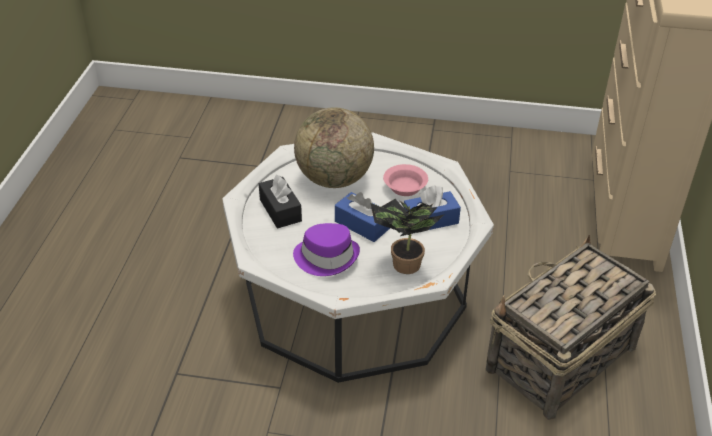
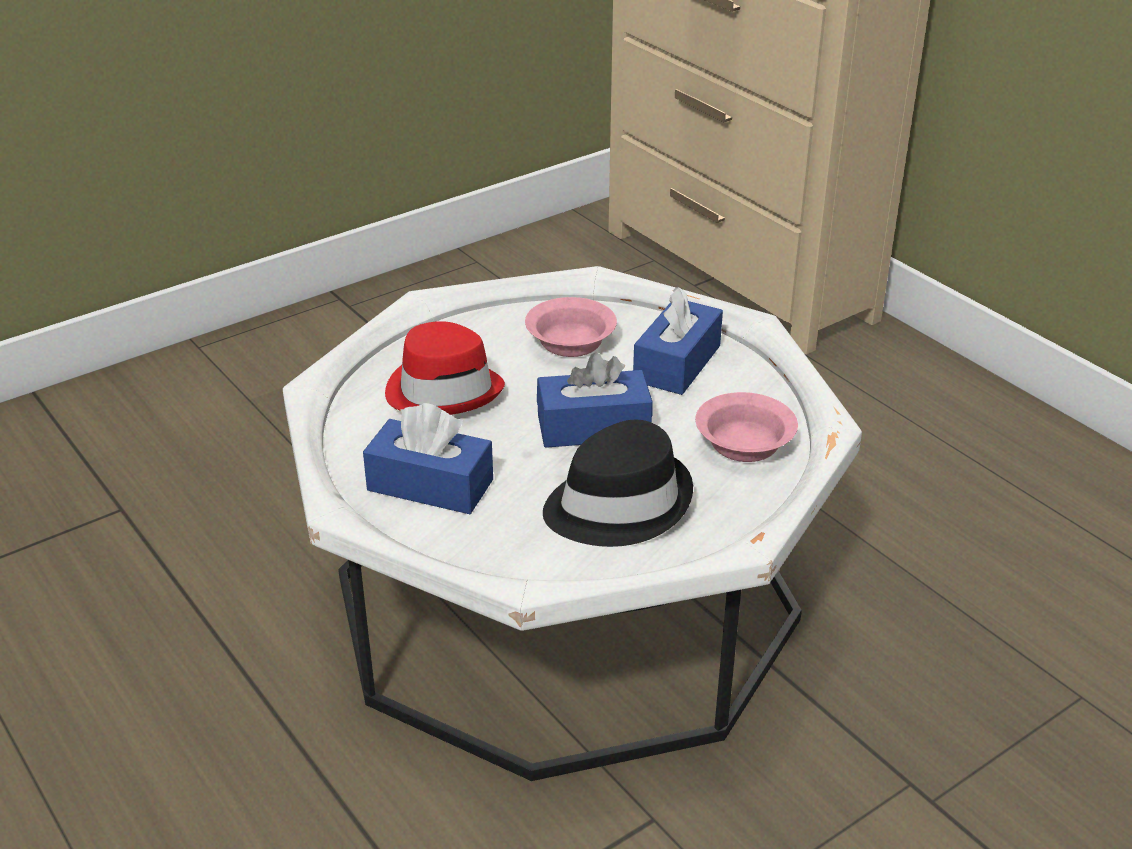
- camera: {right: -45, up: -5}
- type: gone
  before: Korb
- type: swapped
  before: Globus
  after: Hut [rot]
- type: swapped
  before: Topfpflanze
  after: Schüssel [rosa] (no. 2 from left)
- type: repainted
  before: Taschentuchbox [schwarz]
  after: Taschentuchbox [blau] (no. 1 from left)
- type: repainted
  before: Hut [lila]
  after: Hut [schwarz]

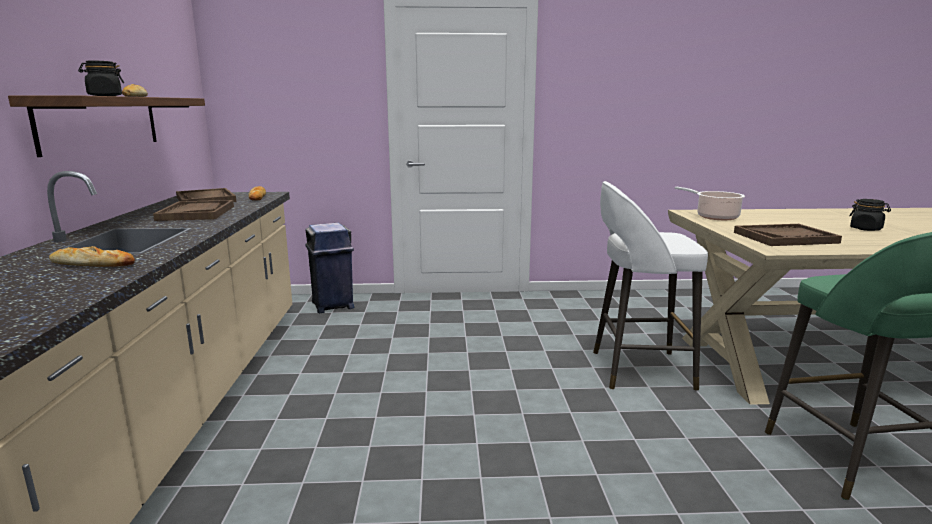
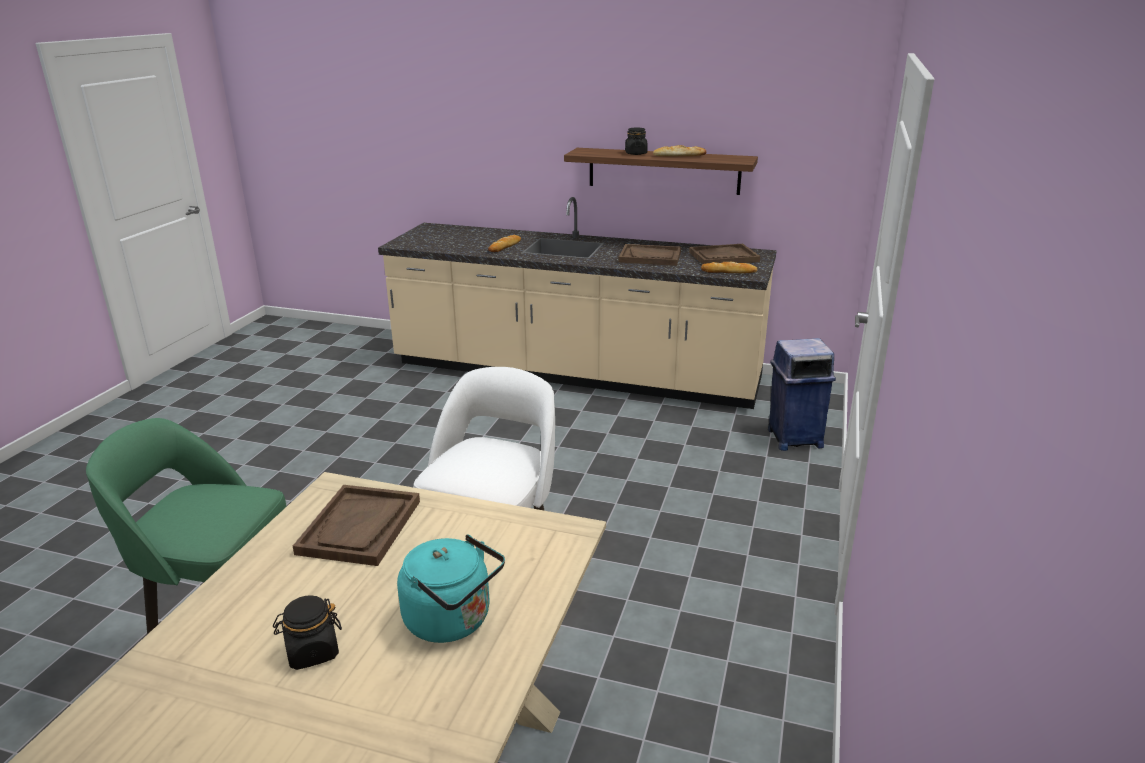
- camera: {right: 110, up: 10}
- type: gone
  before: Kochtopf
- type: new
  after: Wasserkessel [türkis]

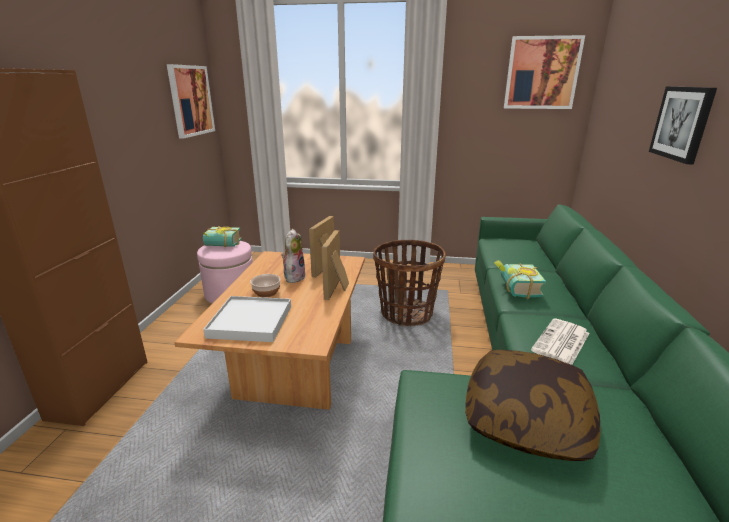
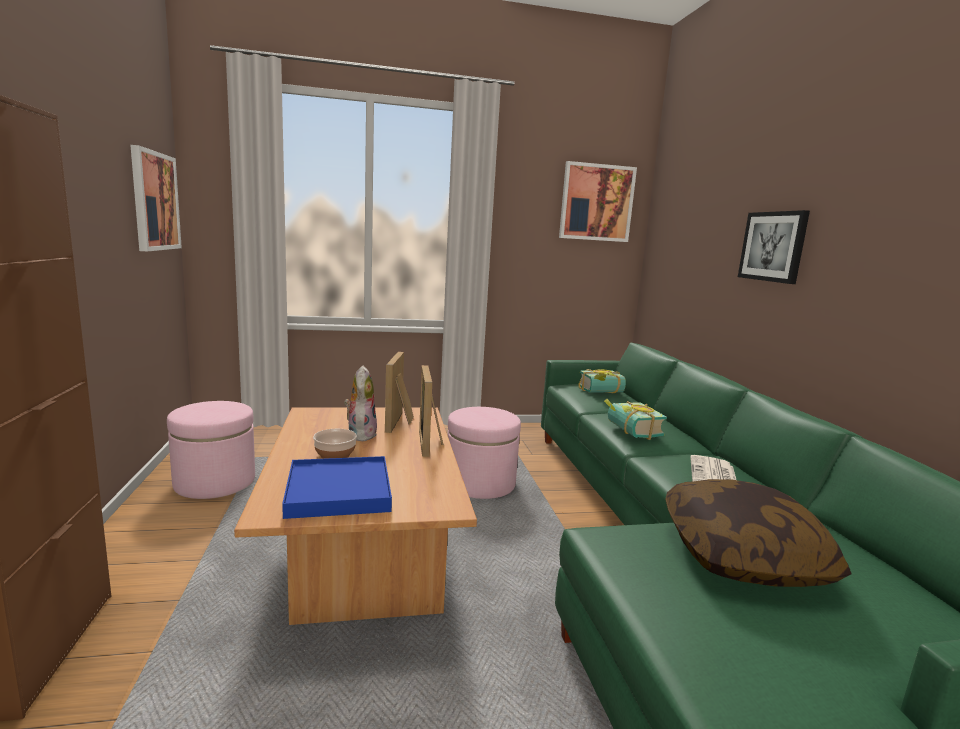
- camera: {right: -20, up: -10}
- type: shifted
  before: Buch (no. 1 from left)
- type: swapped
  before: Korb
  after: Polsterhocker [rosa] (no. 2 from left)
- type: repainted
  before: Tablett [weiß]
  after: Tablett [blau]

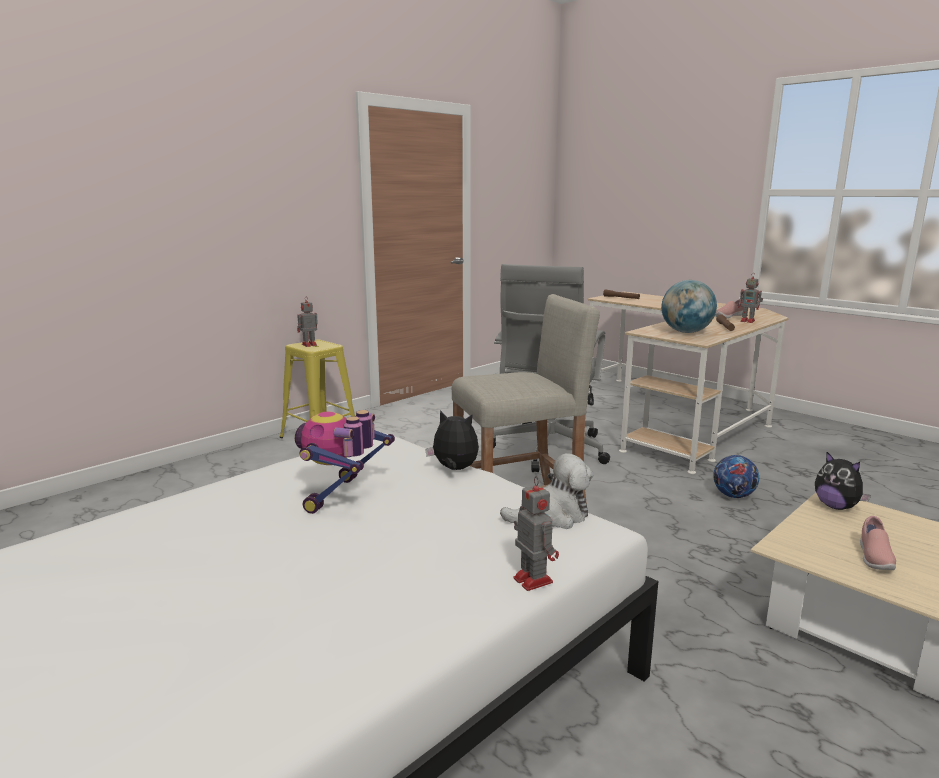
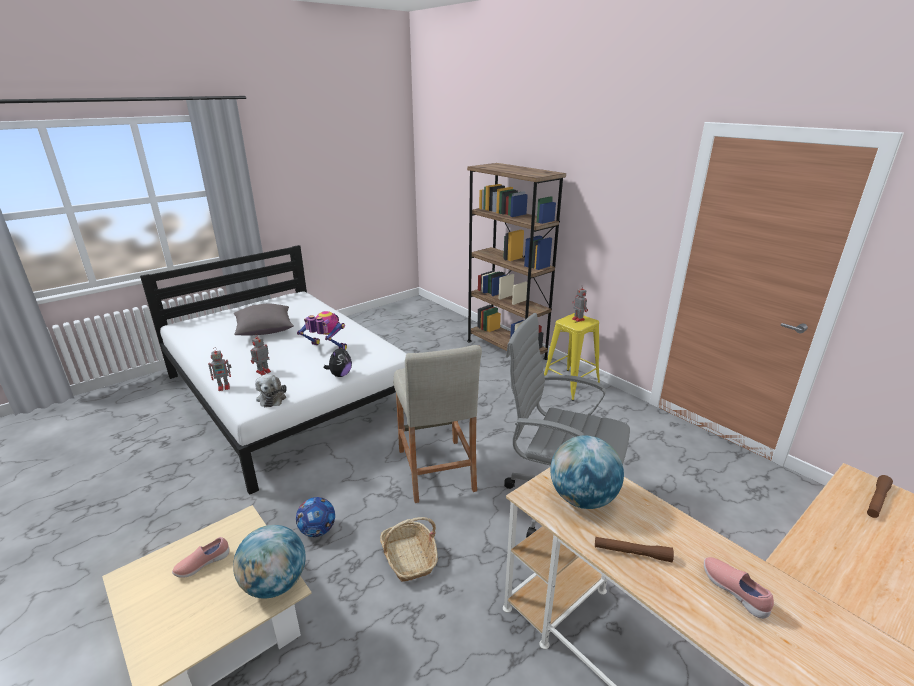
- camera: {right: 95, up: 10}
- type: new
  after: Kissen [grau]
- type: new
  after: Korb
- type: new
  after: Bücherregal [braun]
- type: shifted
  before: Fußball
- type: shifted
  before: Spielzeugroboter (no. 4 from left in the first image)
  after: Spielzeugroboter (no. 2 from left)
- type: swapped
  before: Plüschtier (no. 3 from left)
  after: Globus (no. 1 from left)
- type: rotated
  before: Schuh [rosa] (no. 2 from left in the first image)
  turn: -60

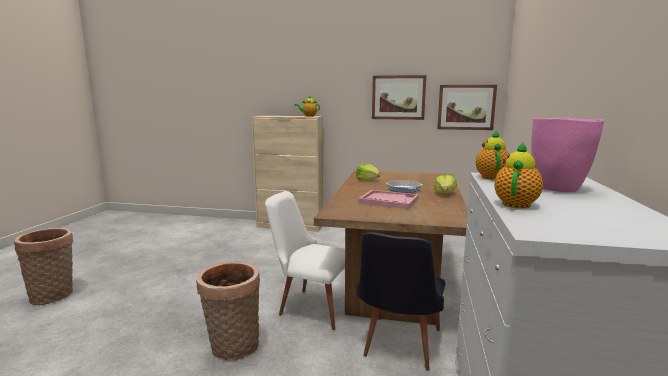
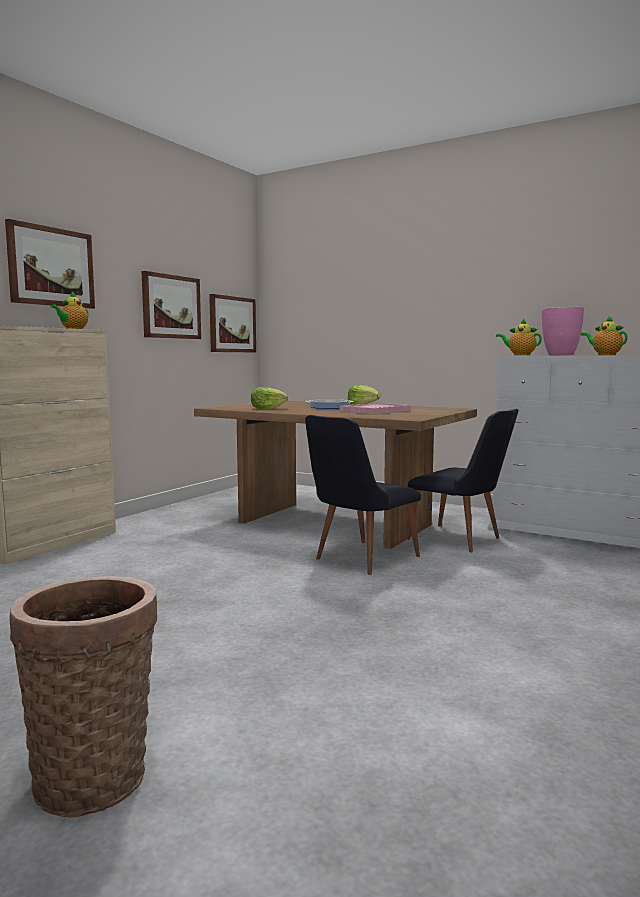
- camera: {right: -70, up: -5}
- type: gone
  before: Korb (no. 2 from left)
- type: new
  after: Bild (no. 1 from left)
- type: repainted
  before: Stuhl [weiß]
  after: Stuhl [schwarz] (no. 1 from left)

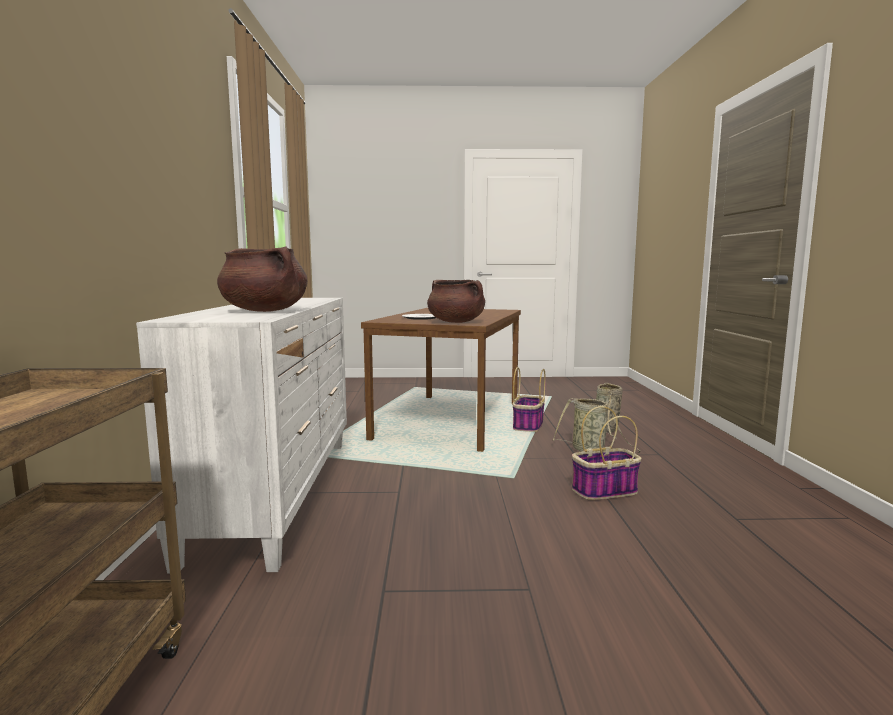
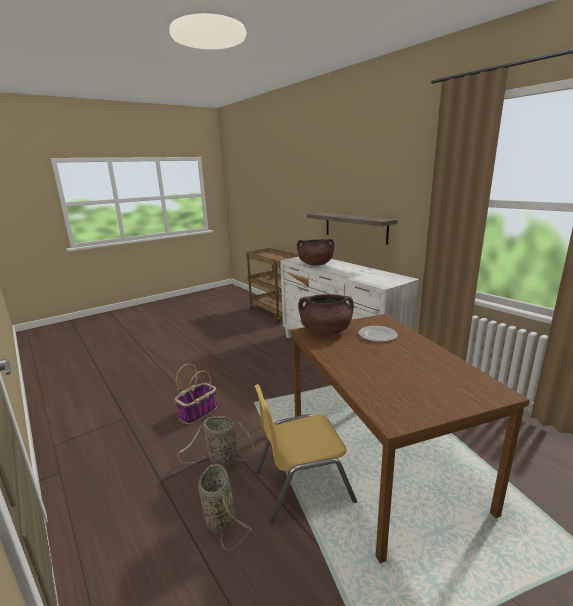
- camera: {right: 145, up: 10}
- type: new
  after: Wandregal
- type: swapped
  before: Korb (no. 1 from left)
  after: Stuhl [gelb]

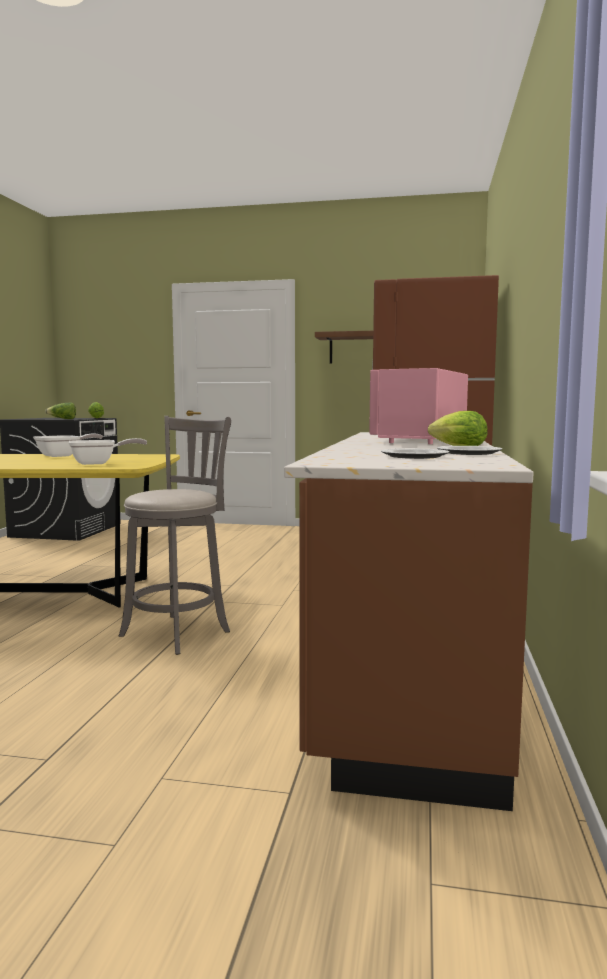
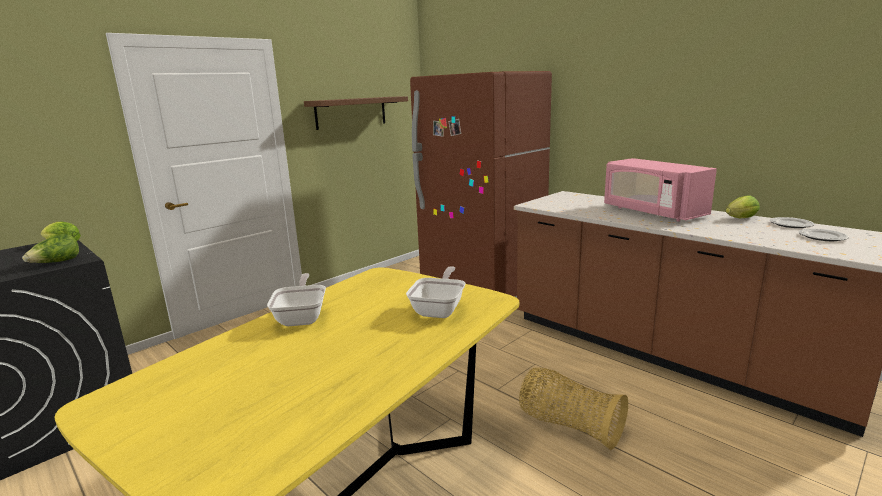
- camera: {right: -55, up: 10}
- type: swapped
  before: Hocker [grau]
  after: Korb

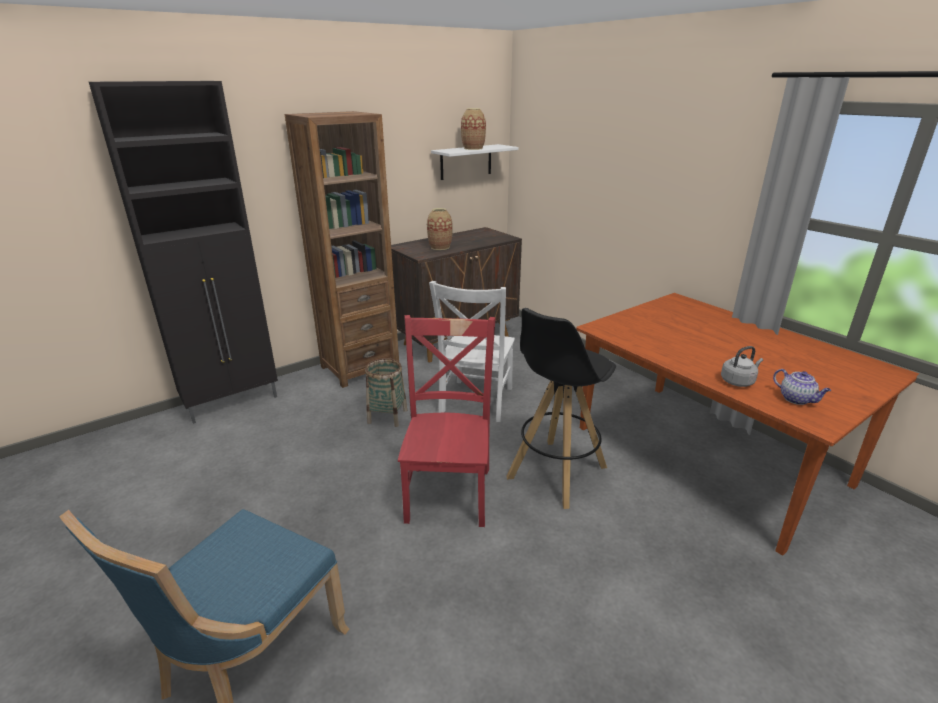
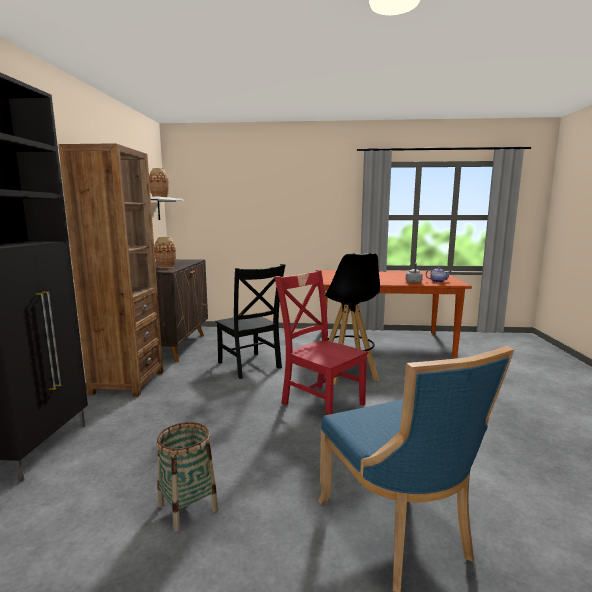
- camera: {right: -50, up: -15}
- type: shifted
  before: Korb
- type: repainted
  before: Stuhl [weiß]
  after: Stuhl [schwarz]

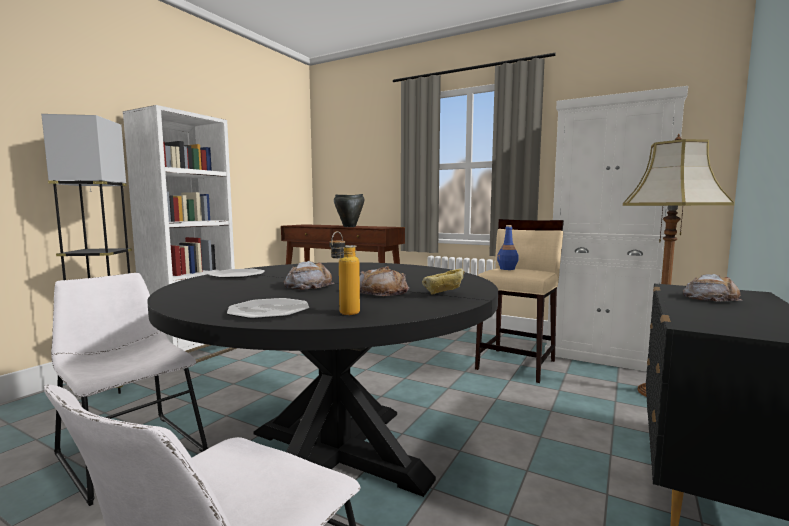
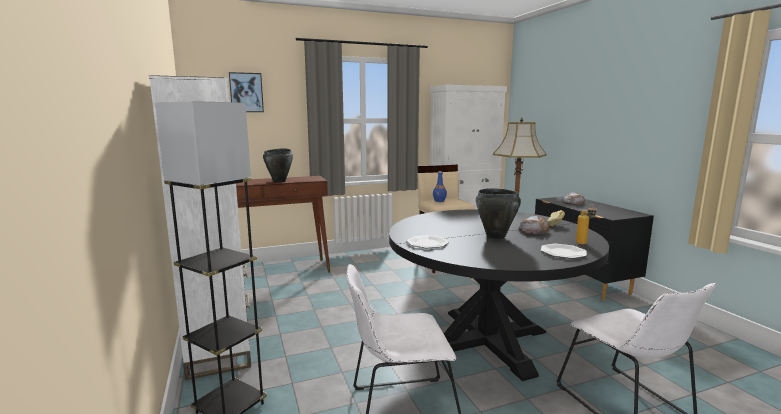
- camera: {right: -50, up: 5}
- type: new
  after: Bild
- type: swapped
  before: Brot (no. 1 from left)
  after: Kochtopf [schwarz] (no. 2 from left)

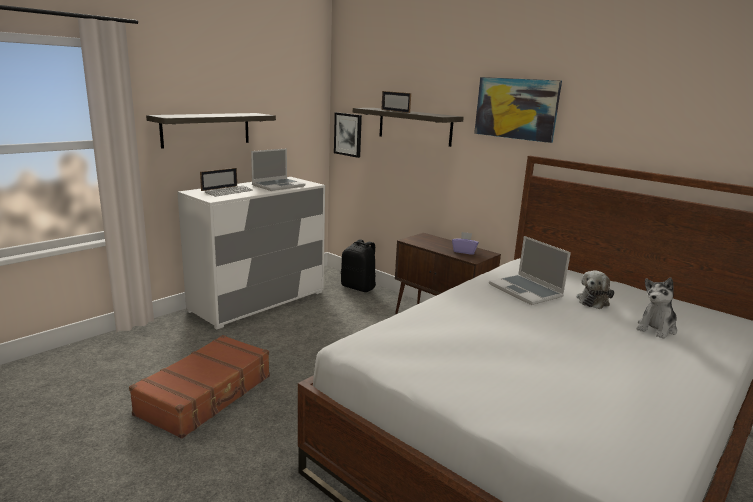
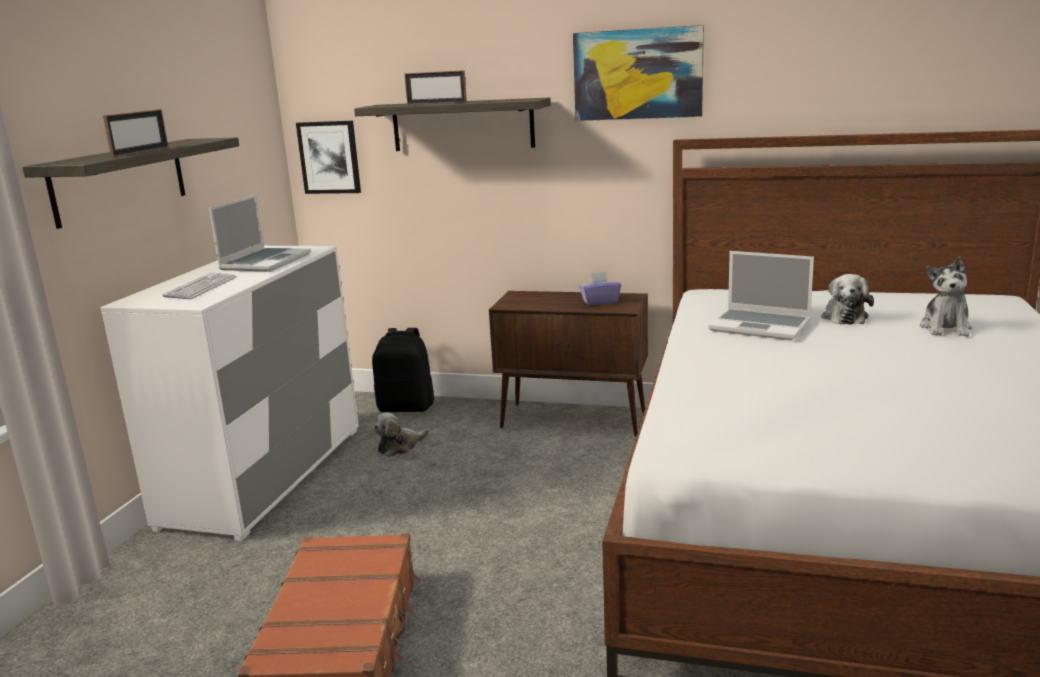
- camera: {right: -25, up: 0}
- type: new
  after: Plüschtier (no. 1 from left)
- type: shifted
  before: Bilderrahmen (no. 1 from left)

